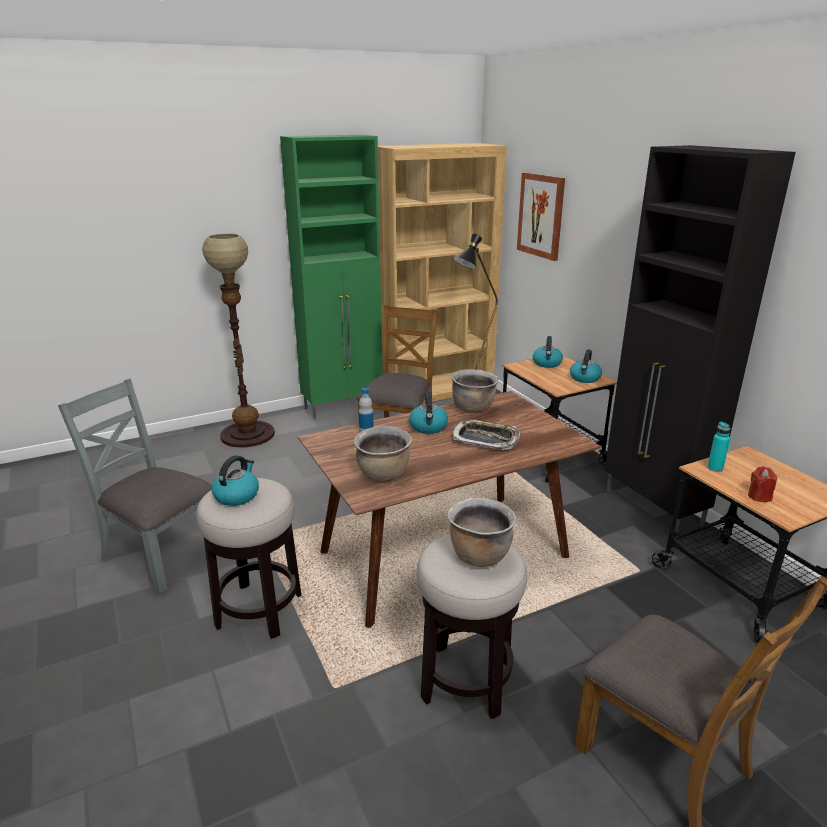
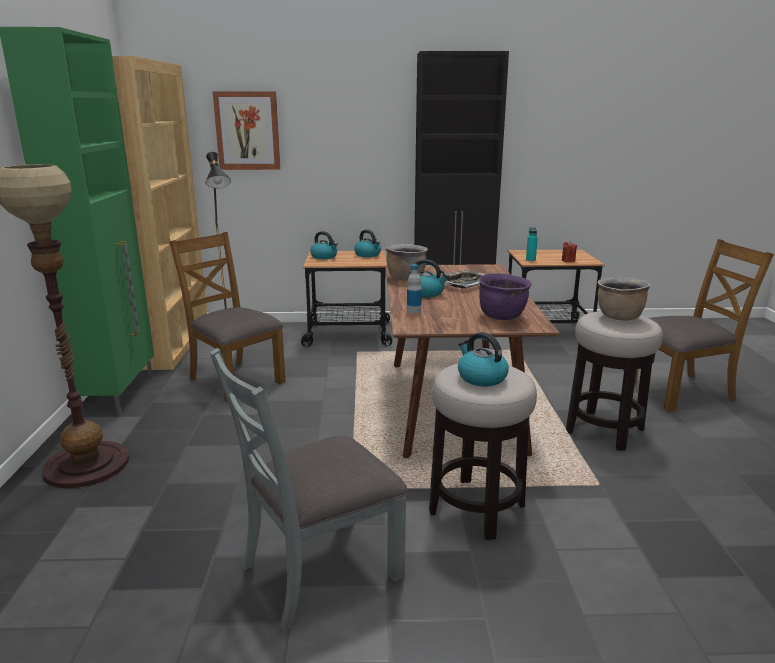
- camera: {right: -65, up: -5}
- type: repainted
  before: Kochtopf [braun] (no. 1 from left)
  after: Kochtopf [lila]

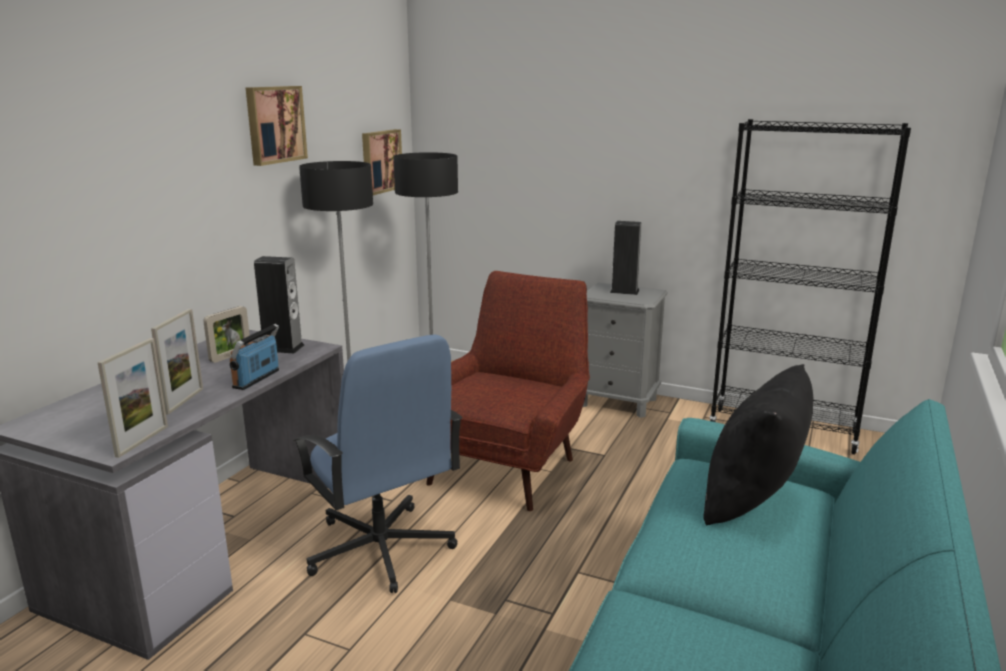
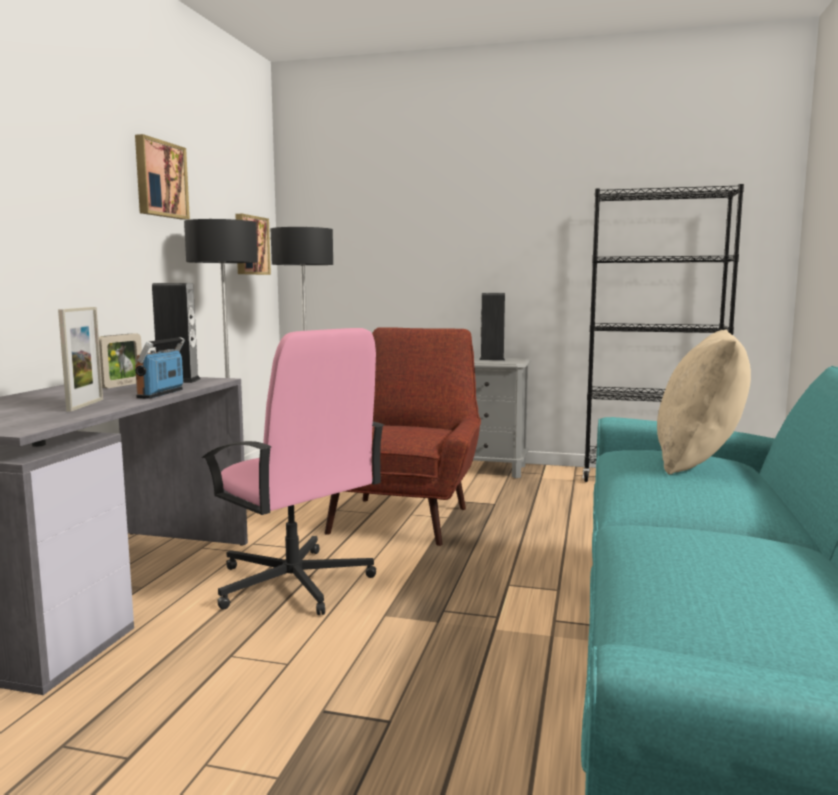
- camera: {right: -10, up: -10}
- type: gone
  before: Bilderrahmen (no. 1 from left)
- type: repainted
  before: Bürostuhl [blau]
  after: Bürostuhl [rosa]
- type: repainted
  before: Kissen [schwarz]
  after: Kissen [beige]

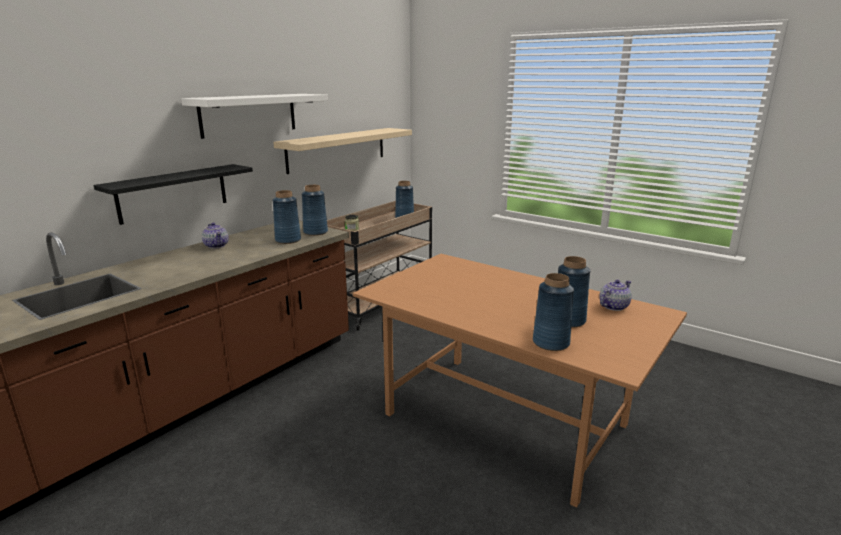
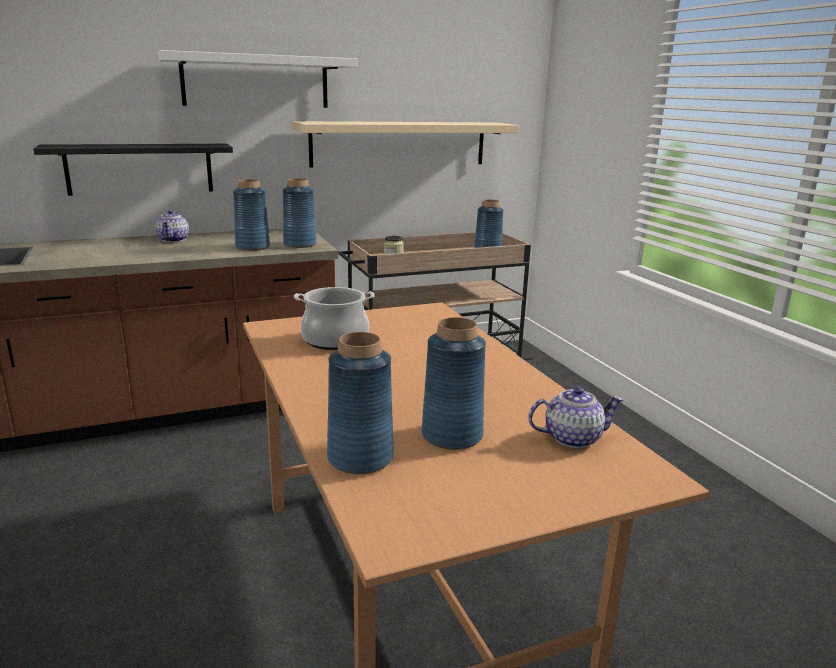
- camera: {right: 30, up: 0}
- type: new
  after: Kochtopf

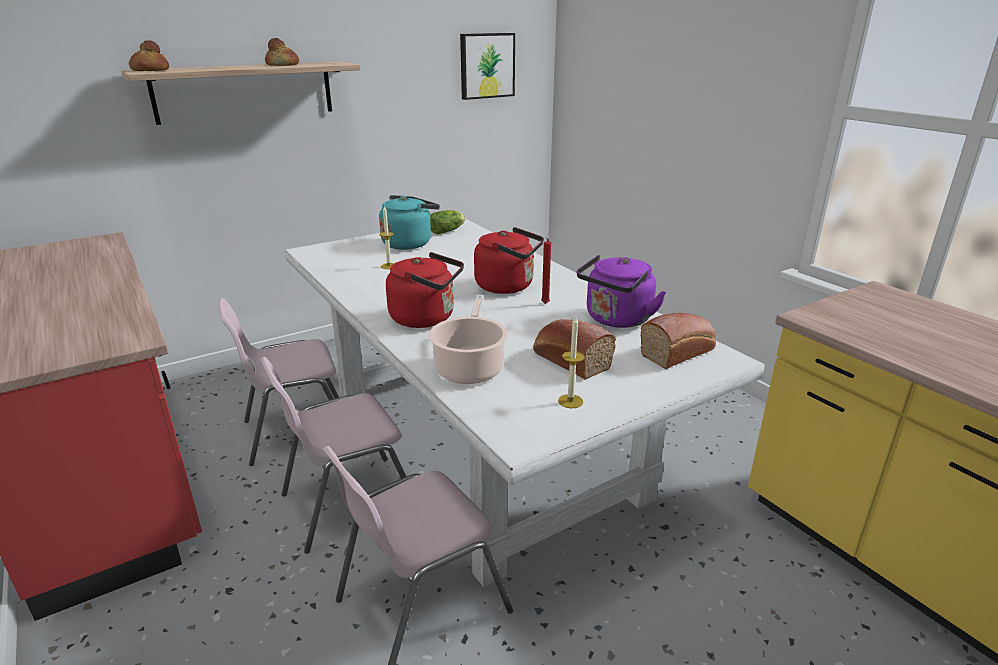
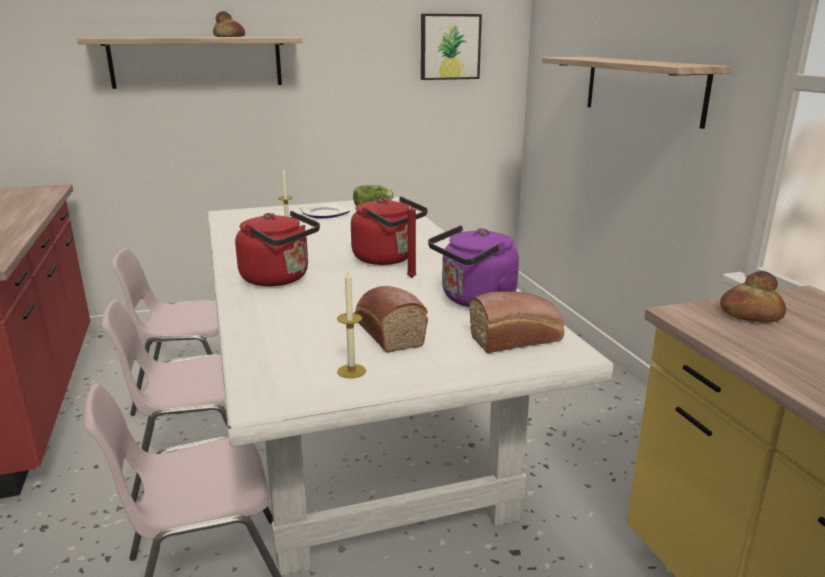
- camera: {right: 15, up: -5}
- type: gone
  before: Kochtopf
- type: new
  after: Wandregal (no. 2 from left)
- type: shifted
  before: Brot (no. 1 from left in the first image)
  after: Brot (no. 4 from left)
- type: swapped
  before: Wasserkessel [türkis]
  after: Teller

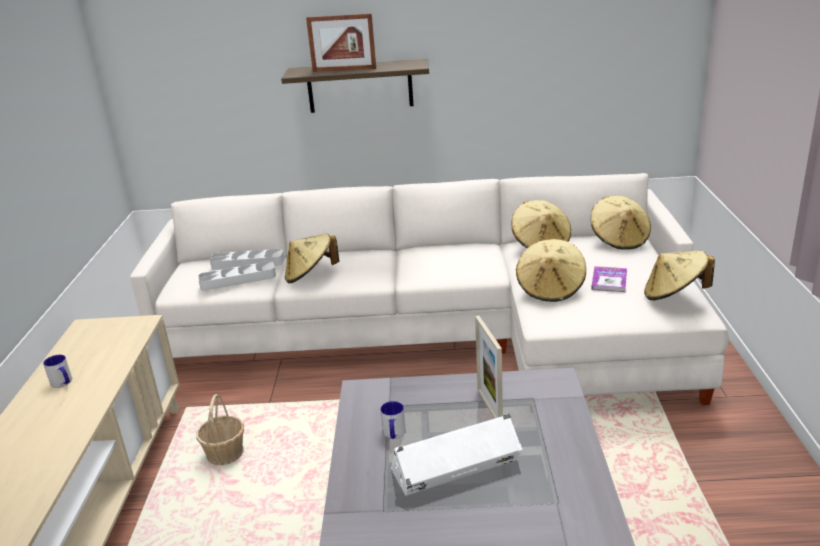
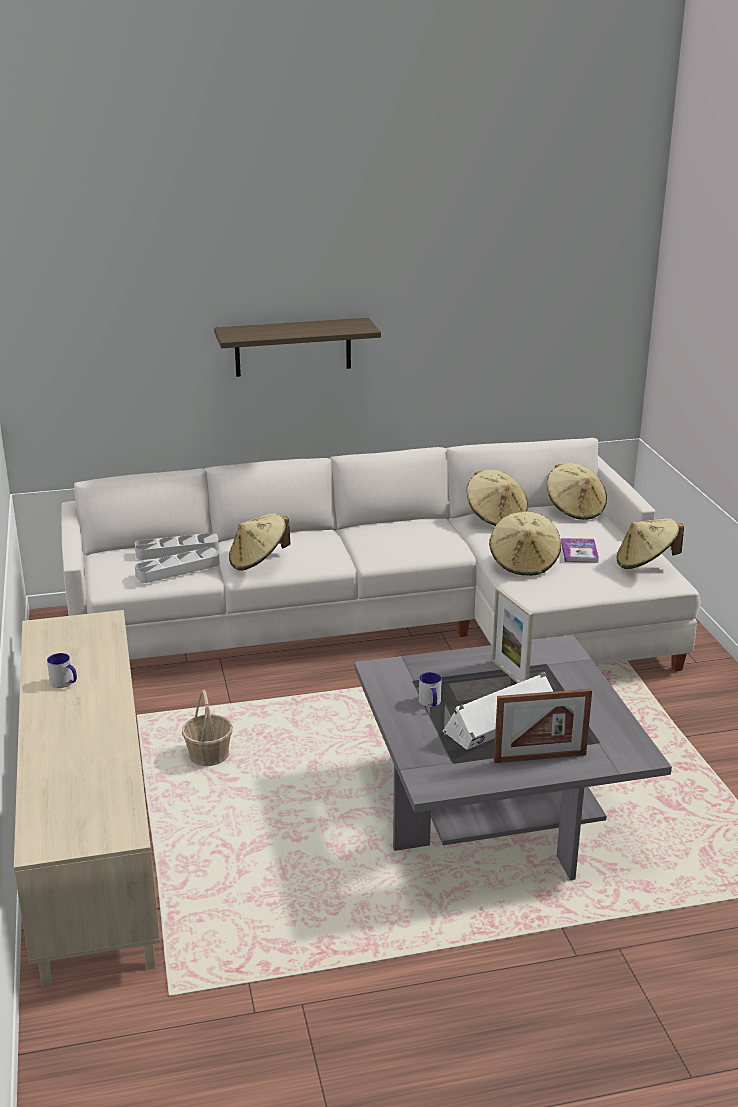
- camera: {right: -15, up: 0}
- type: shifted
  before: Bilderrahmen (no. 1 from left in the first image)
  after: Bilderrahmen (no. 2 from left)

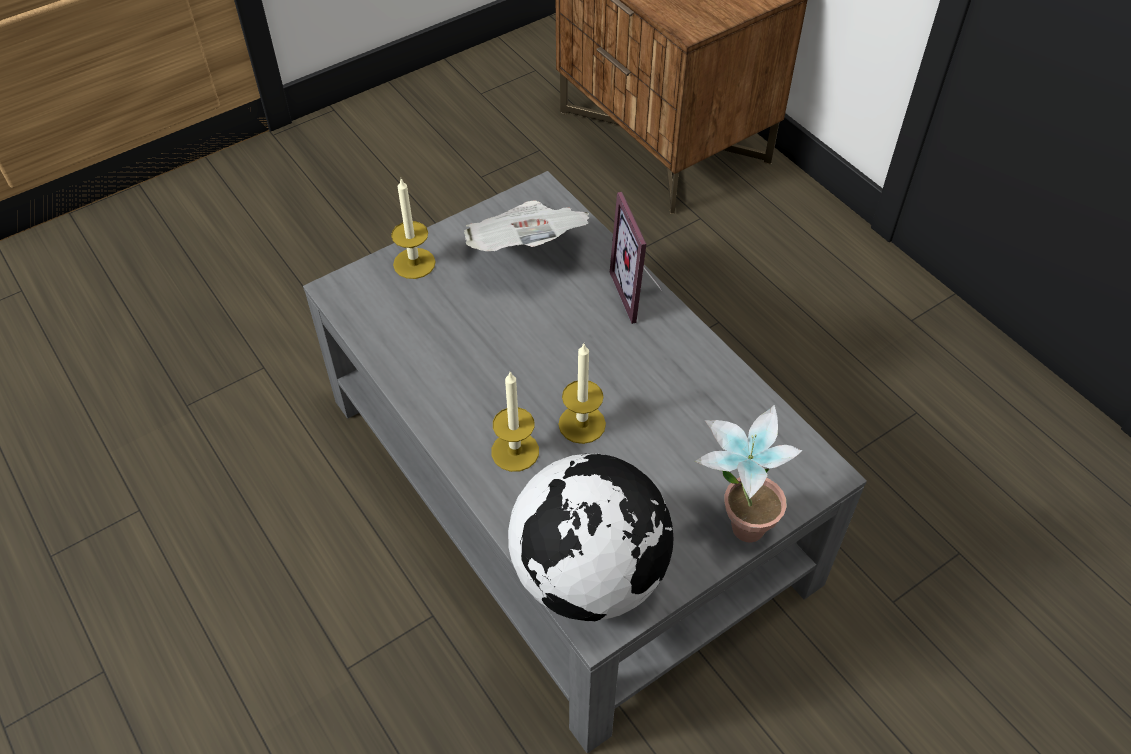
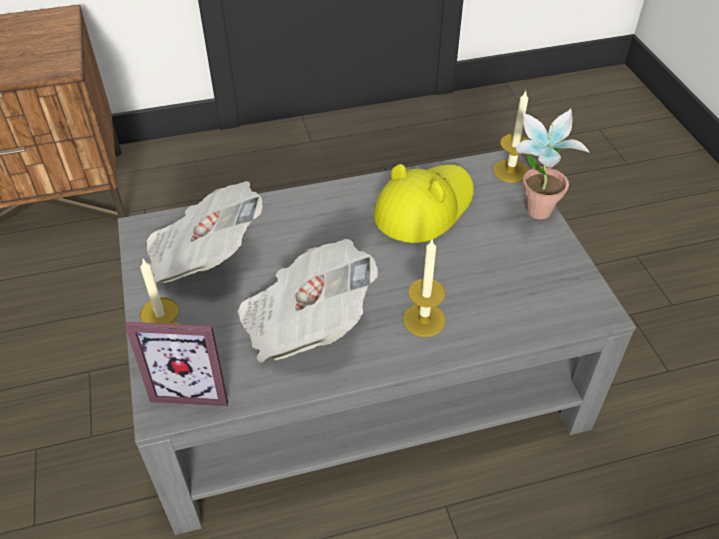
- camera: {right: -70, up: -5}
- type: gone
  before: Globus
- type: new
  after: Zeitung (no. 2 from left)
- type: new
  after: Hut [gelb]
- type: shifted
  before: Kerze (no. 3 from left)
- type: shifted
  before: Bilderrahmen

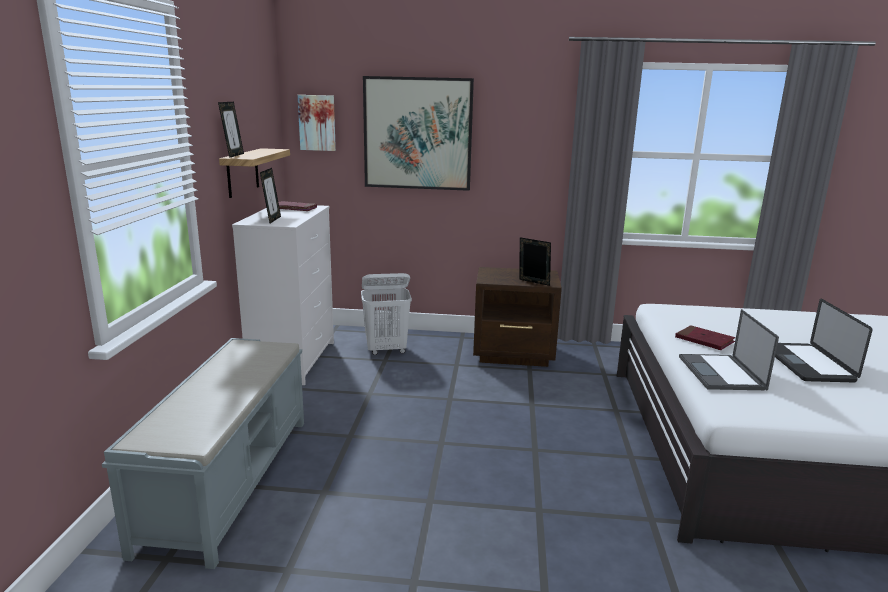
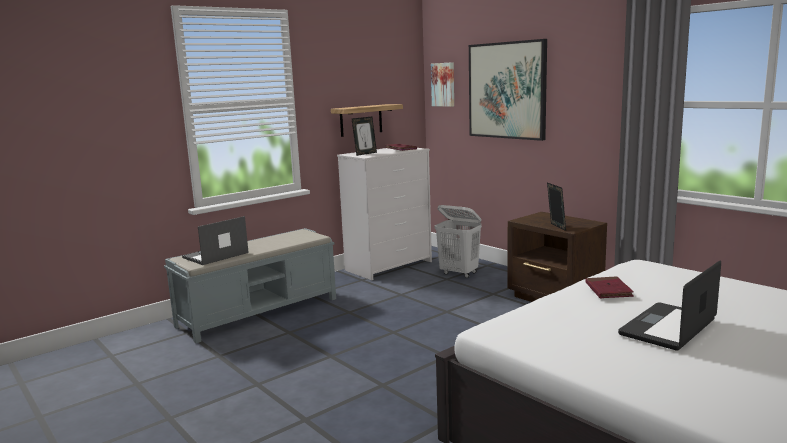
- camera: {right: 45, up: -5}
- type: gone
  before: Bilderrahmen (no. 1 from left)
- type: shifted
  before: Laptop (no. 1 from left)

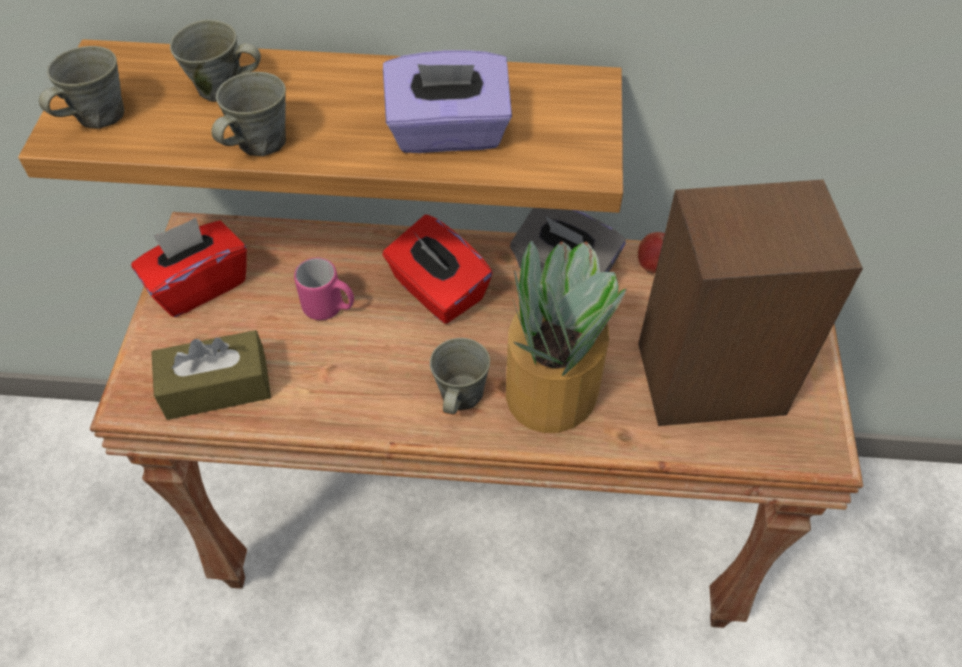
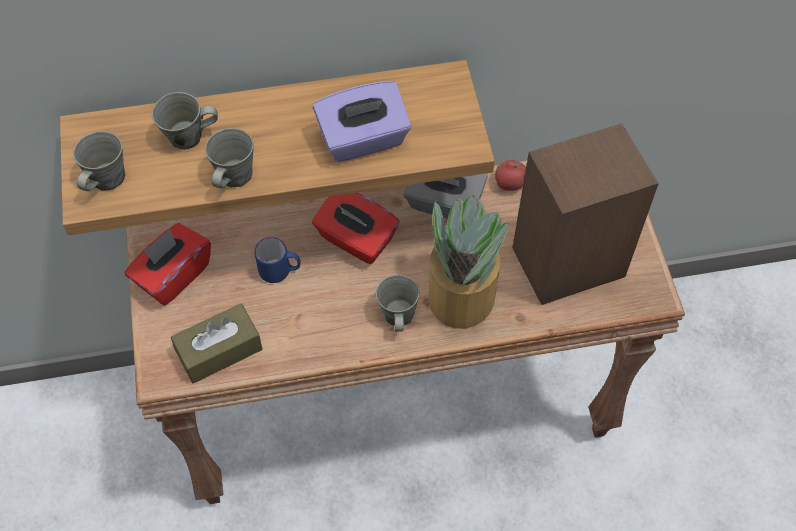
- camera: {right: -15, up: 5}
- type: repainted
  before: Henkelbecher [rosa]
  after: Henkelbecher [blau]

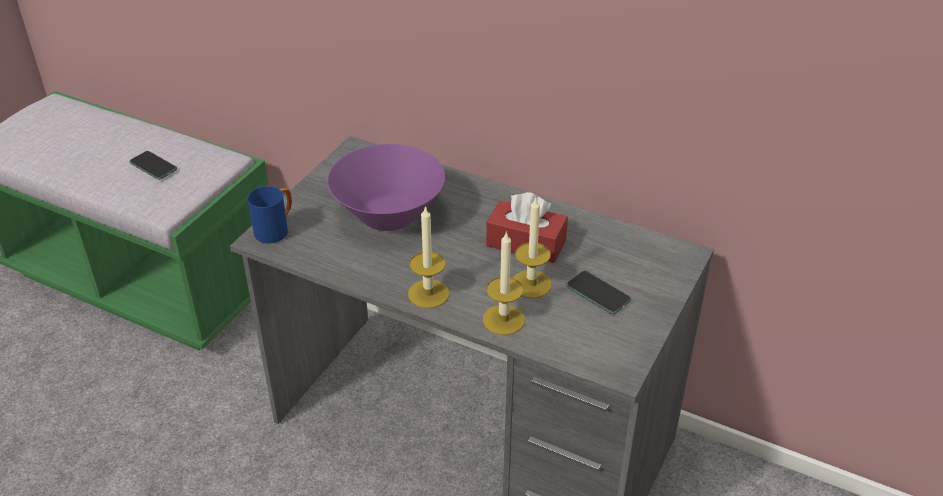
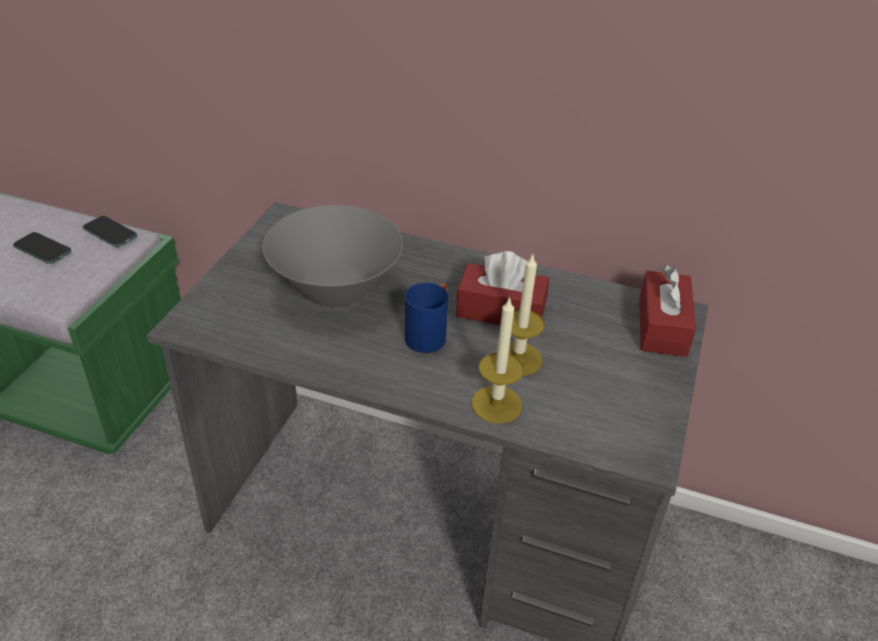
- camera: {right: -10, up: 0}
- type: gone
  before: Kerze (no. 1 from left)
- type: new
  after: Taschentuchbox [rot] (no. 2 from left)
- type: shifted
  before: Henkelbecher [blau]
- type: shifted
  before: Handy (no. 2 from left)
- type: repainted
  before: Schüssel [lila]
  after: Schüssel [grau]

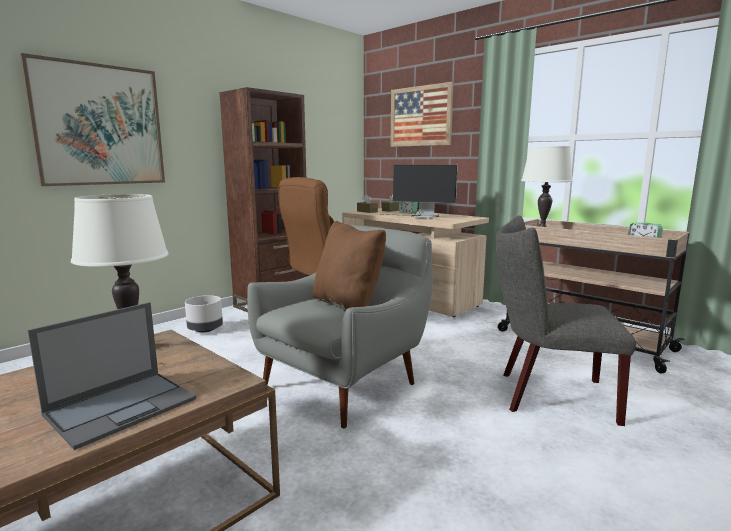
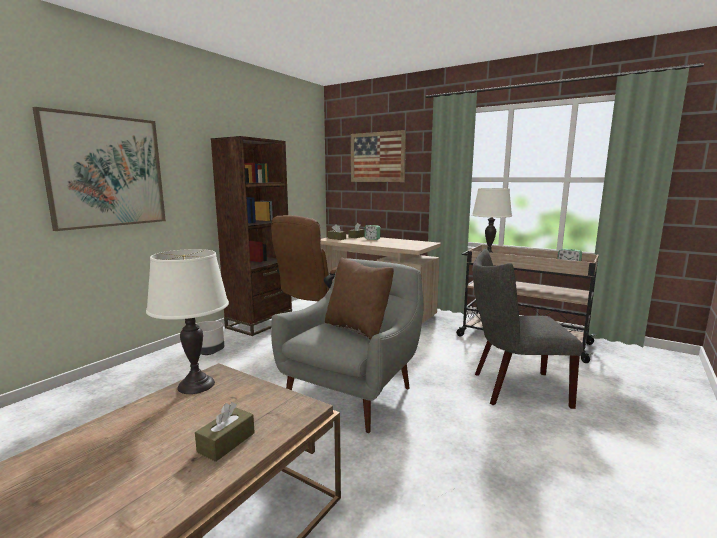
- camera: {right: -10, up: 0}
- type: gone
  before: Monitor
- type: swapped
  before: Laptop
  after: Taschentuchbox [braun] (no. 1 from left)

